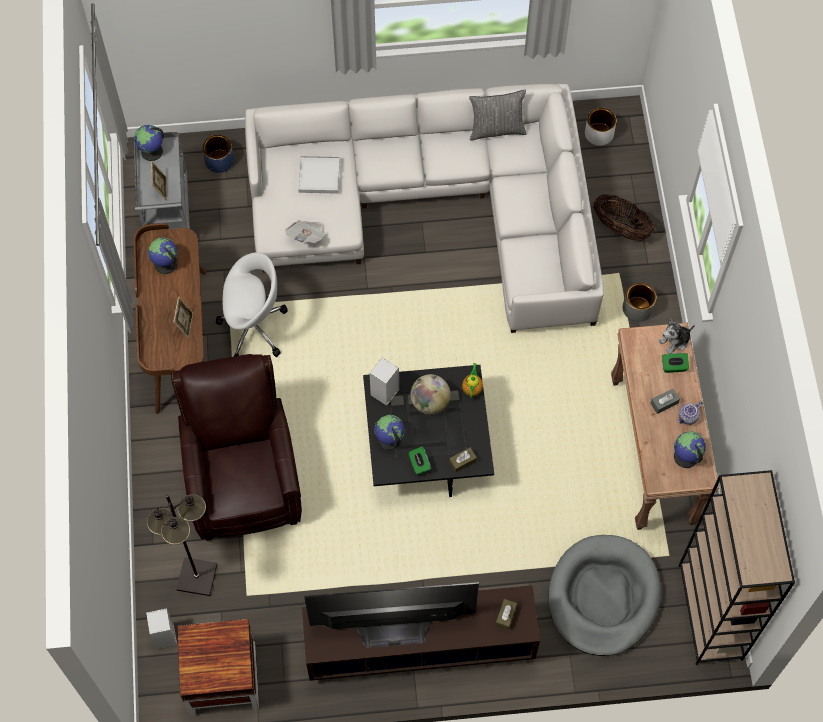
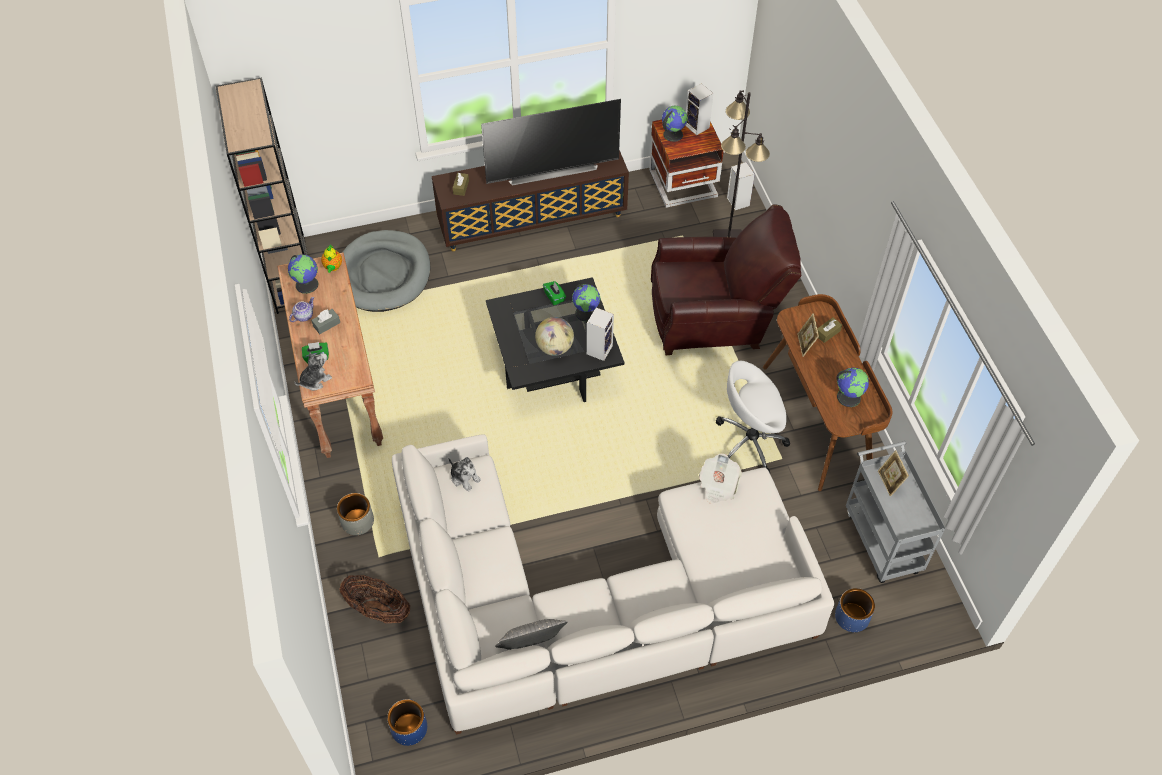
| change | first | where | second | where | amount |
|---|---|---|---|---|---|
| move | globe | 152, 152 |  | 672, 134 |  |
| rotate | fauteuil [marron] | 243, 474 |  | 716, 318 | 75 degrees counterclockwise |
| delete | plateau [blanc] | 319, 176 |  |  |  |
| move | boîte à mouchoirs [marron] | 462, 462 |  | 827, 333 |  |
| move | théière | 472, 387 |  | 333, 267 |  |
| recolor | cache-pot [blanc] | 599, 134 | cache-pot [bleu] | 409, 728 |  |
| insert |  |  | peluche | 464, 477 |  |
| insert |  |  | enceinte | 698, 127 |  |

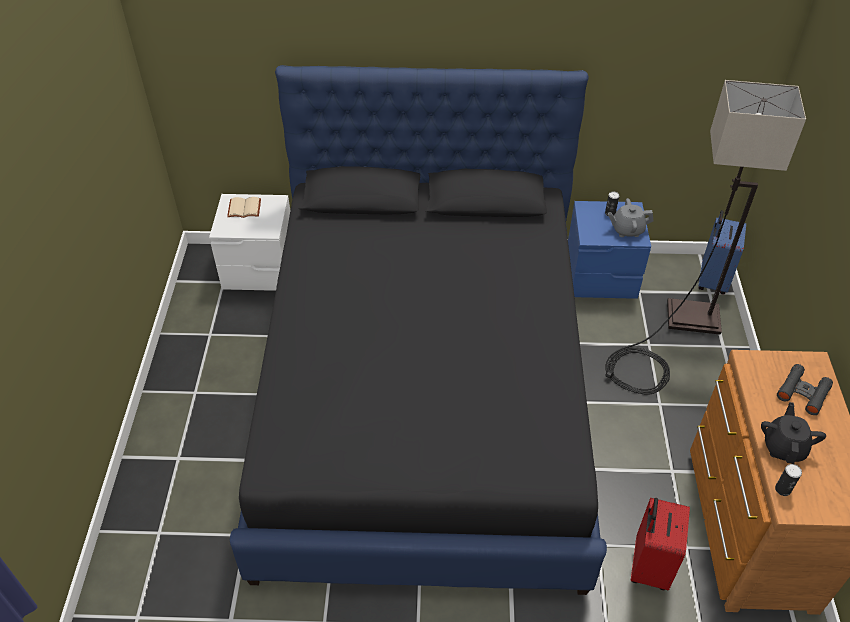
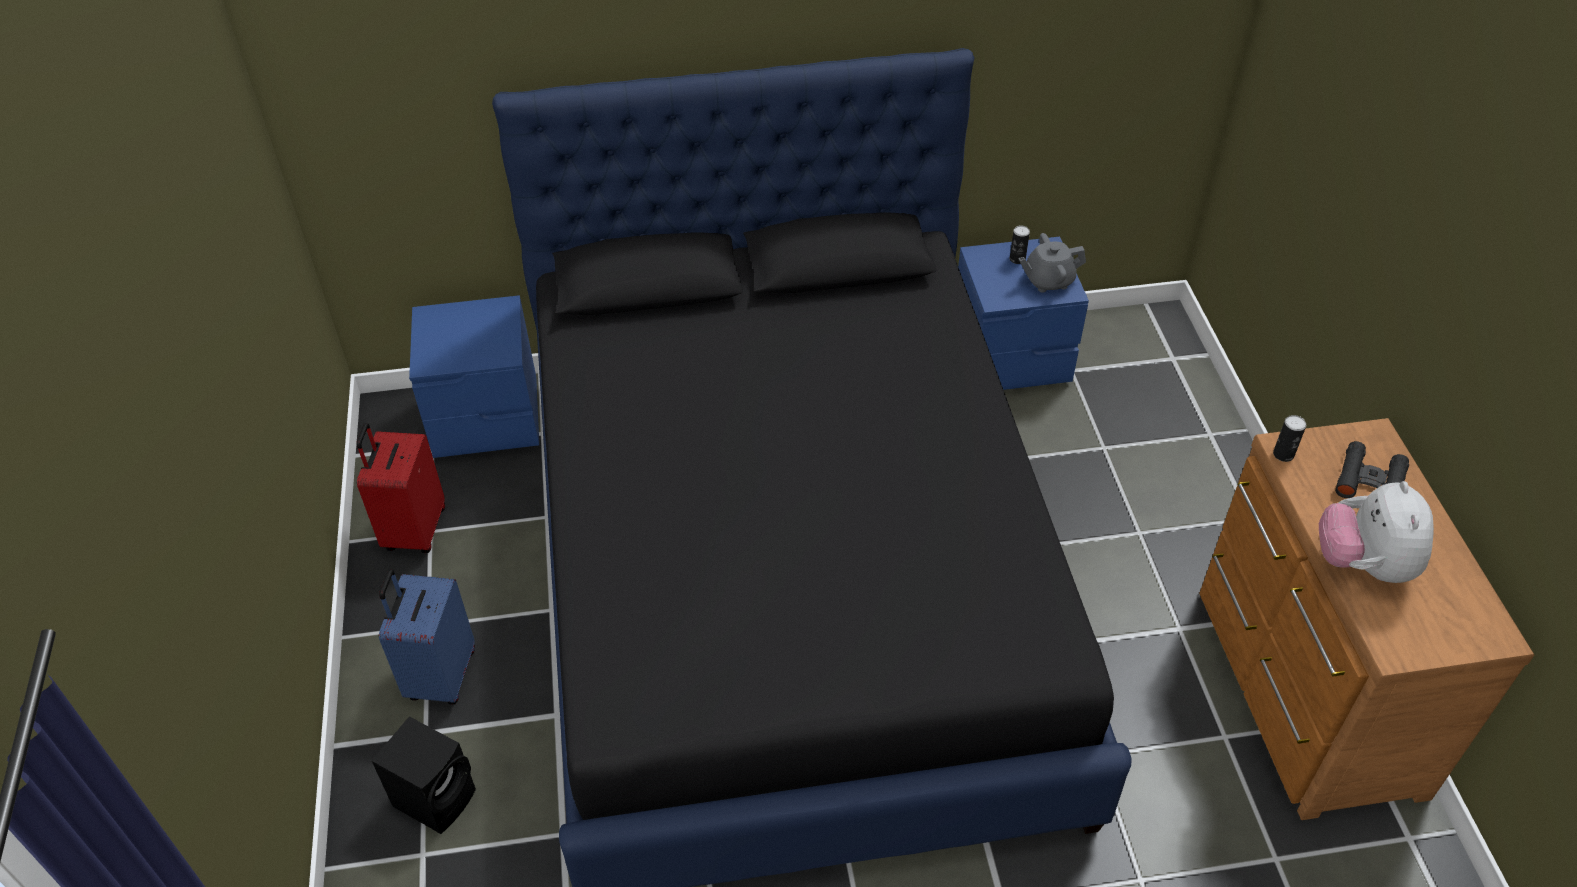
| change | first | where | second | where | amount |
|---|---|---|---|---|---|
| recolor | table de chevet [blanc] | 260, 269 | table de chevet [bleu] | 486, 417 |  |
| delete | livre [beige] | 243, 209 |  |  |  |
| delete | lampadaire | 662, 345 |  |  |  |
| move | valise [rouge] | 648, 566 |  | 414, 530 |  |
| move | valise [bleu] | 711, 280 |  | 440, 676 |  |
| replace | théière [noir] | 784, 447 | peluche | 1363, 564 |  |
| move | boîte métallique | 782, 489 |  | 1283, 454 |  |
| insert |  |  | enceinte [noir] | 437, 796 |  |

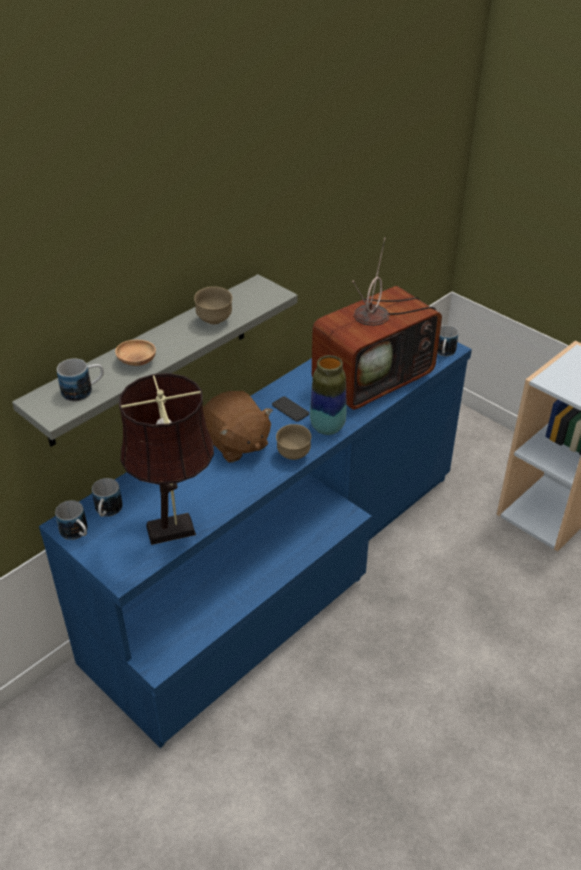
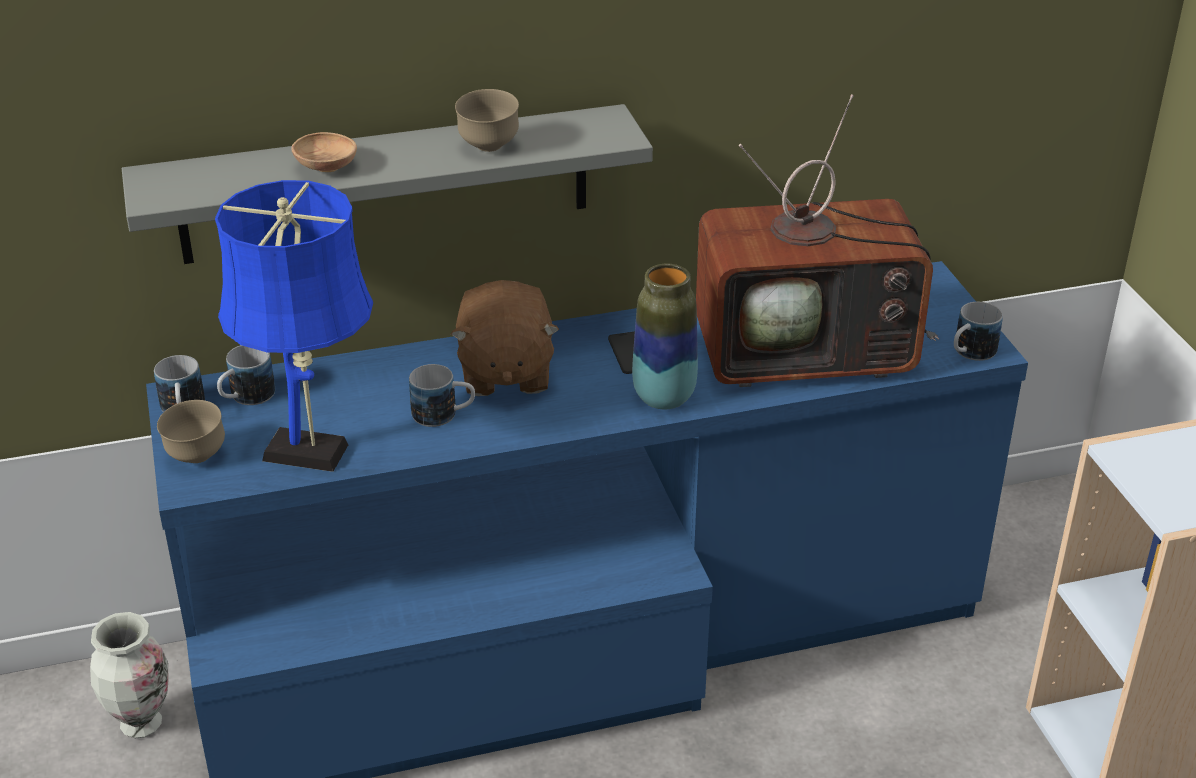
| change | first | where | second | where | amount |
|---|---|---|---|---|---|
| move | mug | 84, 391 |  | 444, 415 |  |
| recolor | lampe de table [marron] | 176, 529 | lampe de table [bleu] | 313, 454 |  |
| move | bol [marron] | 293, 456 |  | 196, 457 |  |
| insert |  |  | vase | 141, 724 |  |

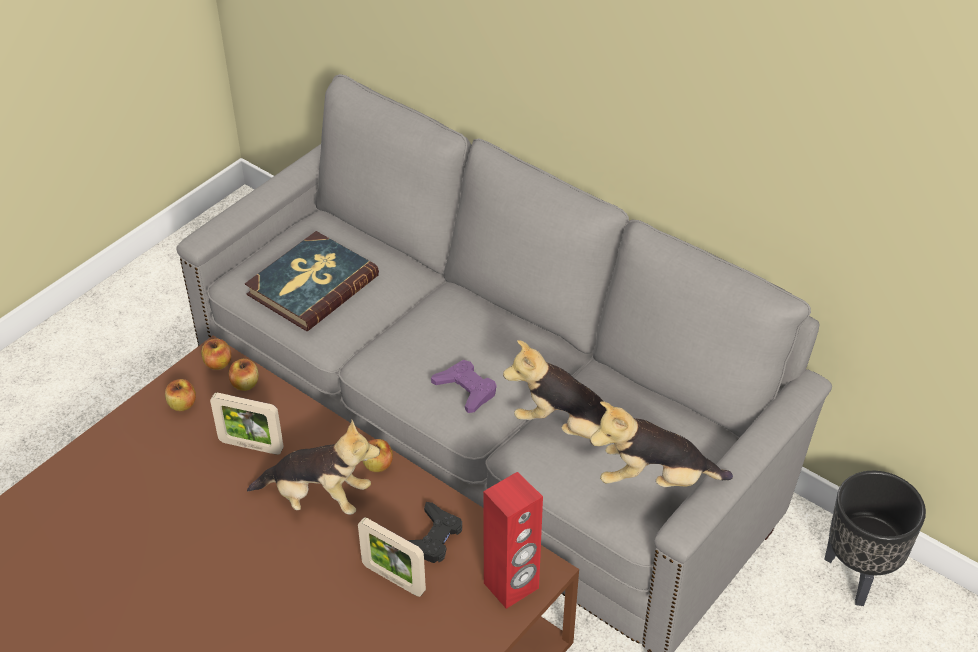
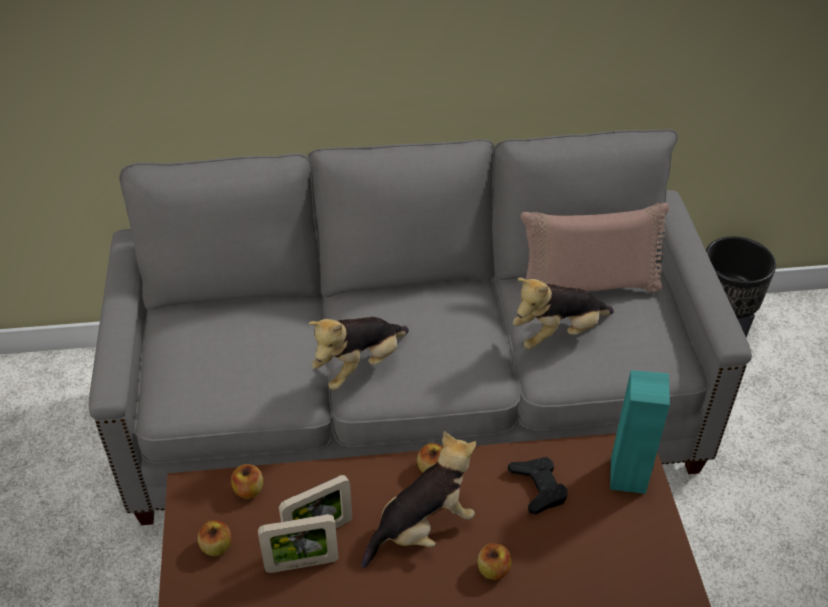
| change | first | where | second | where | amount |
|---|---|---|---|---|---|
| move | pomme | 218, 363 |  | 493, 570 |  |
| delete | livre | 312, 285 |  |  |  |
| move | cadre photo | 393, 579 |  | 301, 564 |  |
| delete | manette [violet] | 466, 390 |  |  |  |
| recolor | enceinte [rouge] | 511, 586 | enceinte [turquoise] | 628, 476 |  |
| move | peluche | 654, 479 |  | 359, 366 |  |
| insert |  |  | coussin [beige] | 588, 285 |  |

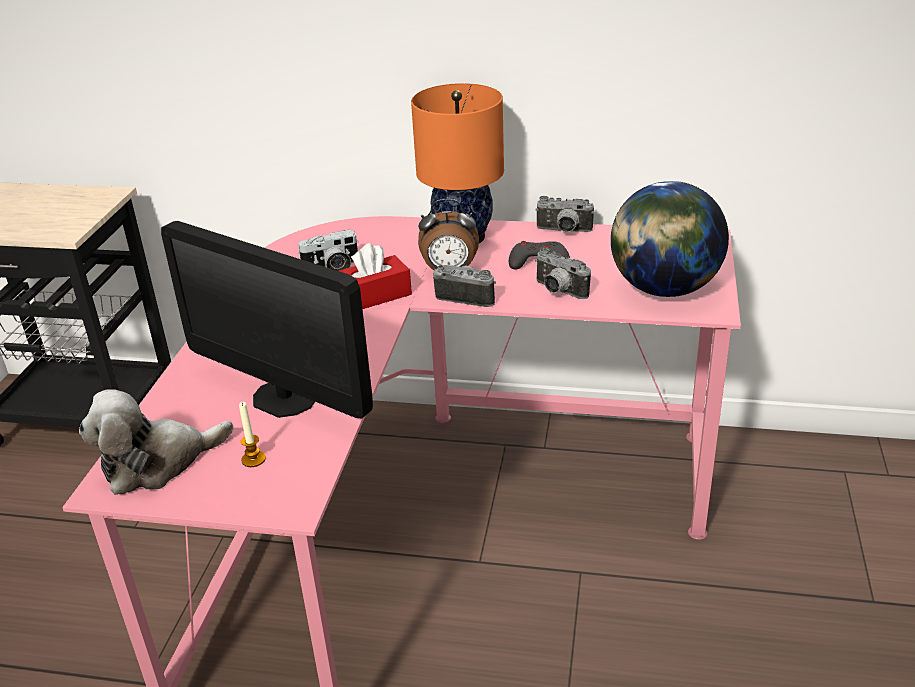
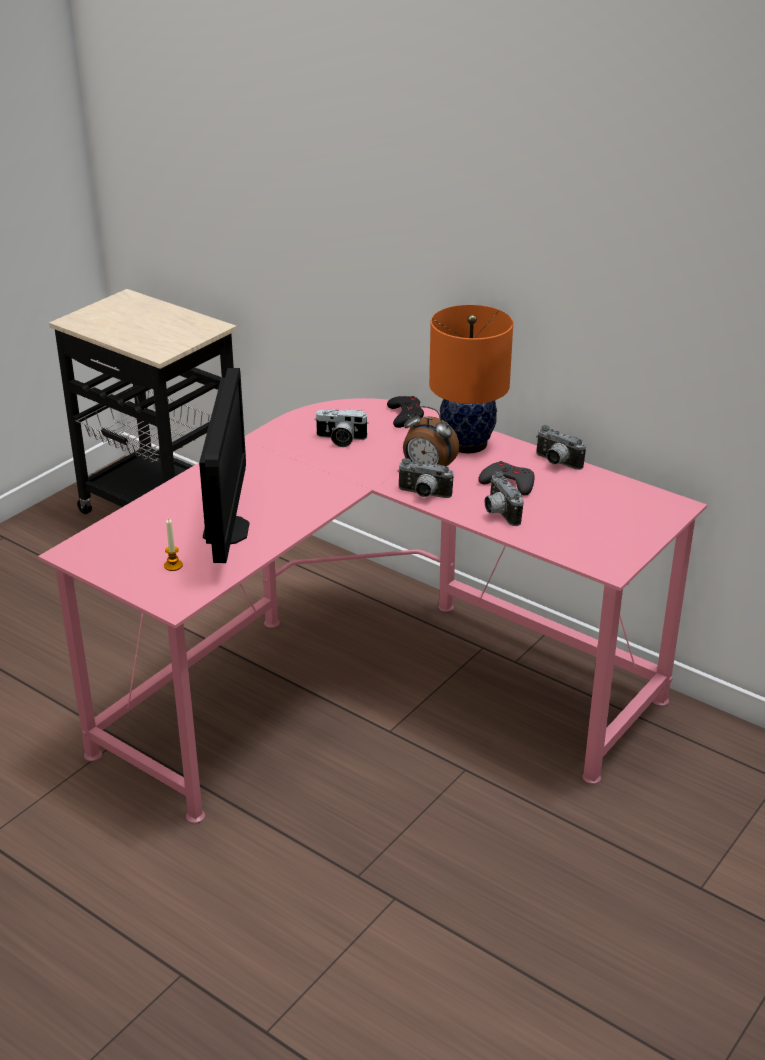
| change | first | where | second | where | amount |
|---|---|---|---|---|---|
| delete | peluche | 157, 463 |  |  |  |
| rotate | écran d'ordinateur | 285, 398 |  | 226, 530 | 150 degrees counterclockwise |
| delete | boîte à mouchoirs [rouge] | 374, 296 |  |  |  |
| rotate | appareil photo | 467, 296 |  | 423, 495 | 150 degrees clockwise |
| delete | globe | 664, 289 |  |  |  |
| insert |  |  | manette [noir] | 405, 416 |  |

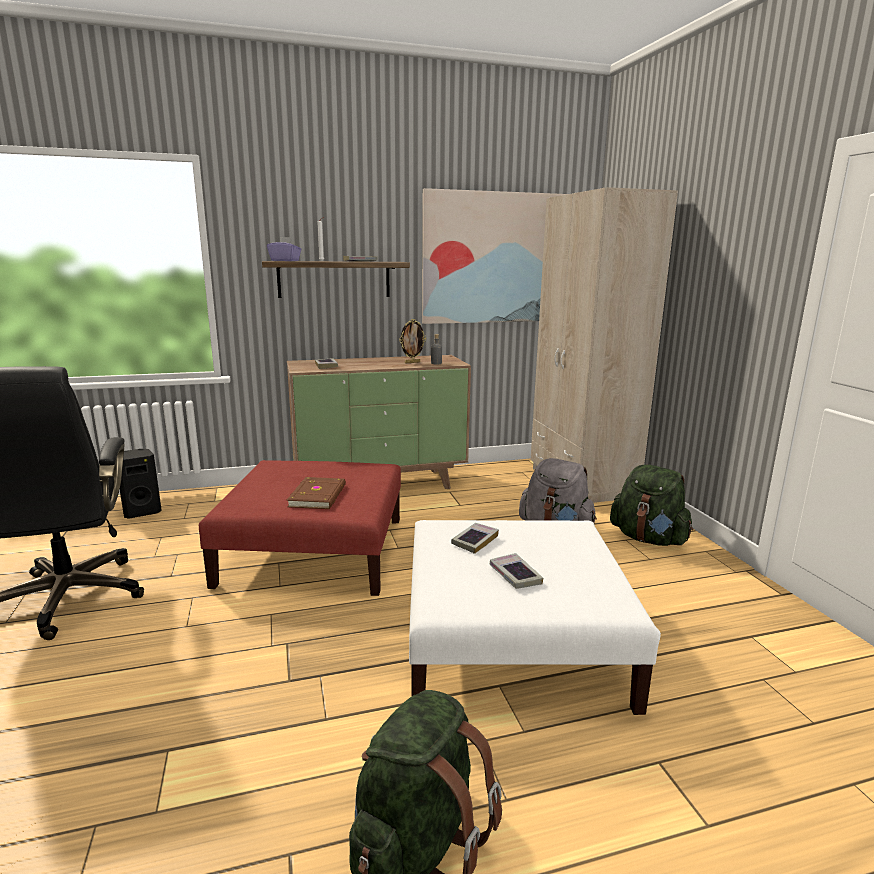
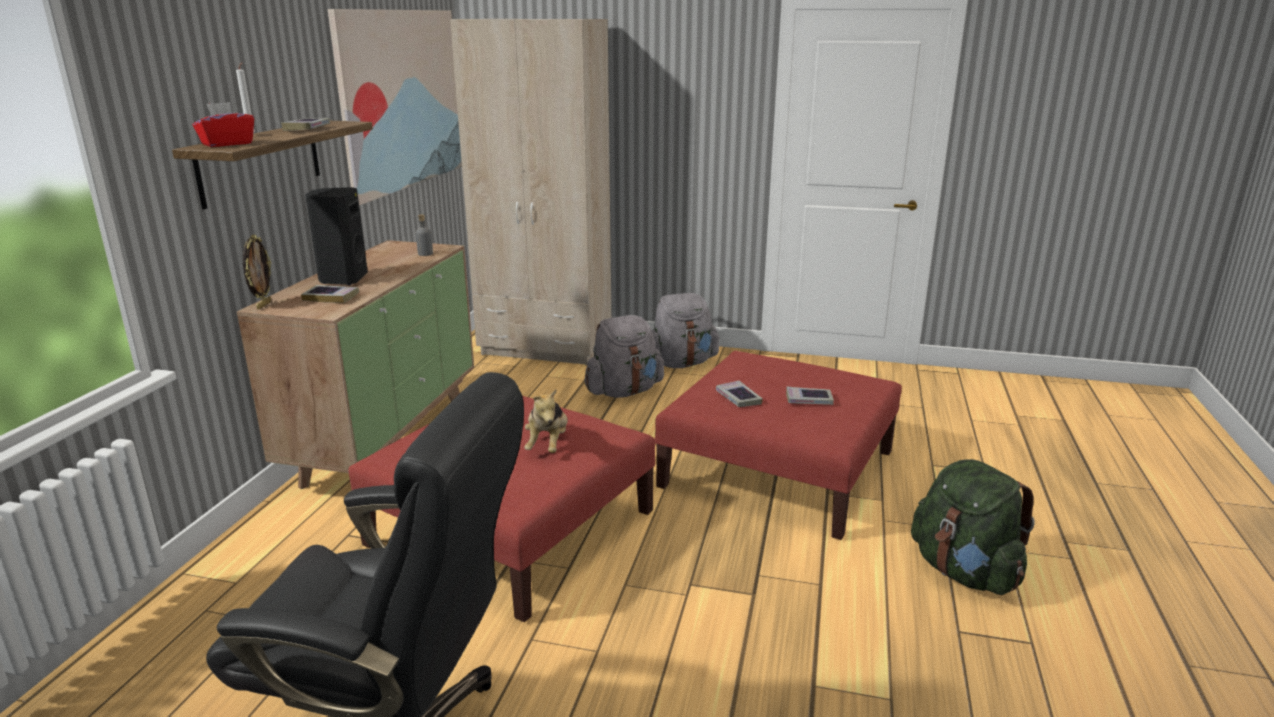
| change | first | where | second | where | amount |
|---|---|---|---|---|---|
| move | enceinte [noir] | 142, 512 |  | 342, 279 |  |
| recolor | boîte à mouchoirs [violet] | 285, 261 | boîte à mouchoirs [rouge] | 227, 144 |  |
| replace | livre [marron] | 319, 496 | peluche | 548, 445 |  |
| move | cadre photo | 412, 362 |  | 263, 305 |  |
| recolor | pouf [blanc] | 514, 643 | pouf [rouge] | 779, 469 |  |
| recolor | sac à dos [vert] | 648, 539 | sac à dos [gris] | 681, 363 |  |

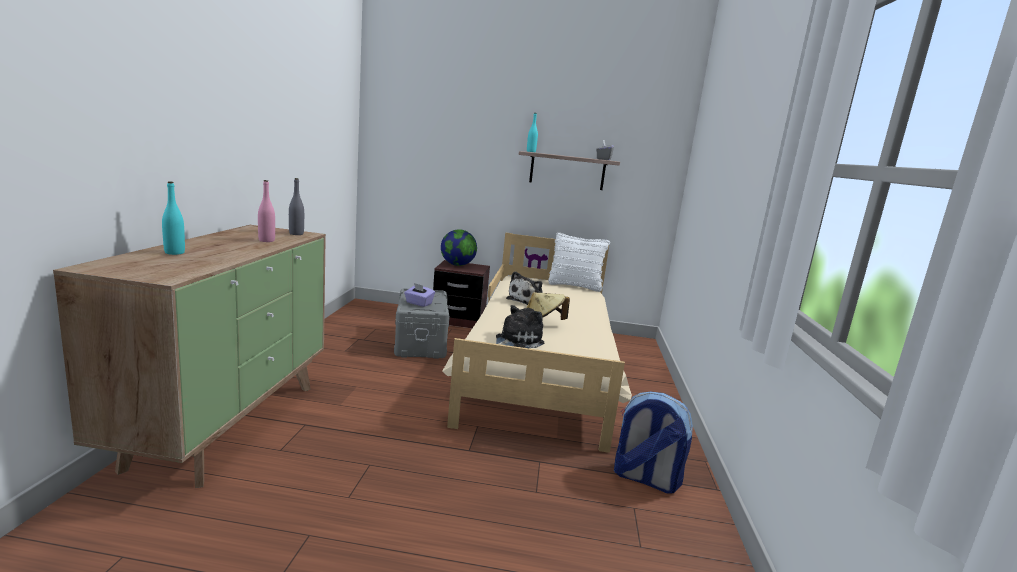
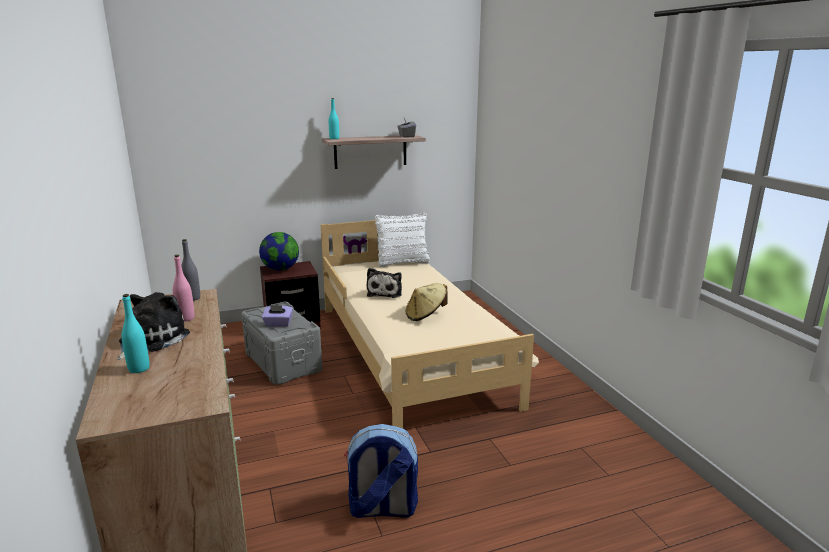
| change | first | where | second | where | amount |
|---|---|---|---|---|---|
| move | peluche | 516, 341 |  | 150, 340 |  |
| move | sac à dos | 644, 478 |  | 382, 509 |  |

